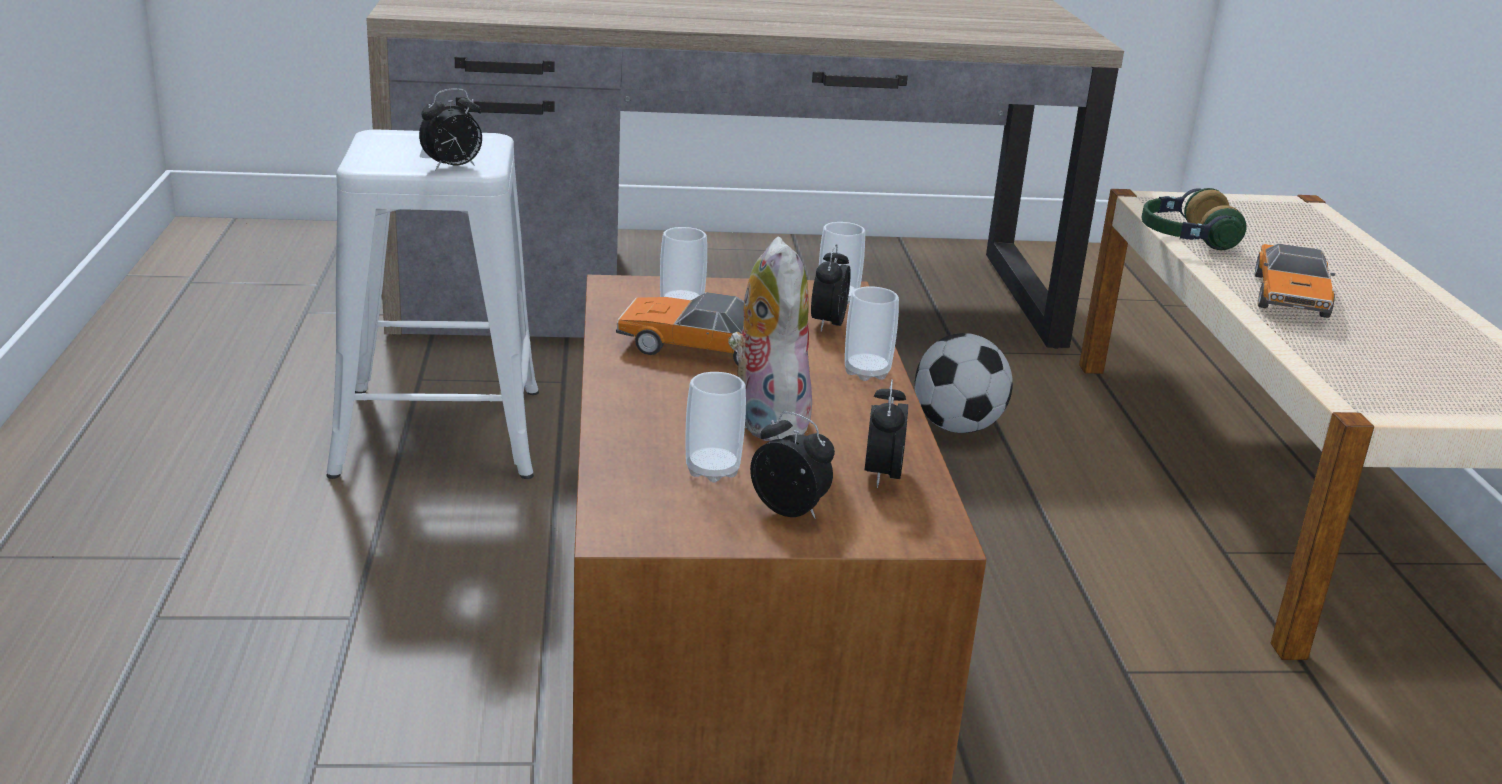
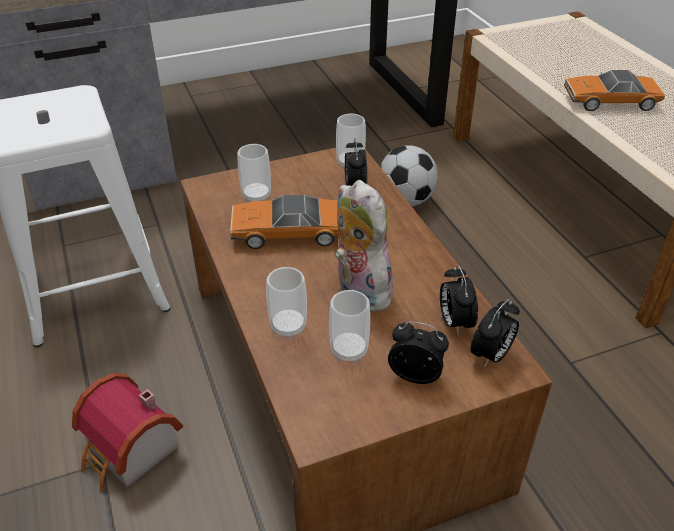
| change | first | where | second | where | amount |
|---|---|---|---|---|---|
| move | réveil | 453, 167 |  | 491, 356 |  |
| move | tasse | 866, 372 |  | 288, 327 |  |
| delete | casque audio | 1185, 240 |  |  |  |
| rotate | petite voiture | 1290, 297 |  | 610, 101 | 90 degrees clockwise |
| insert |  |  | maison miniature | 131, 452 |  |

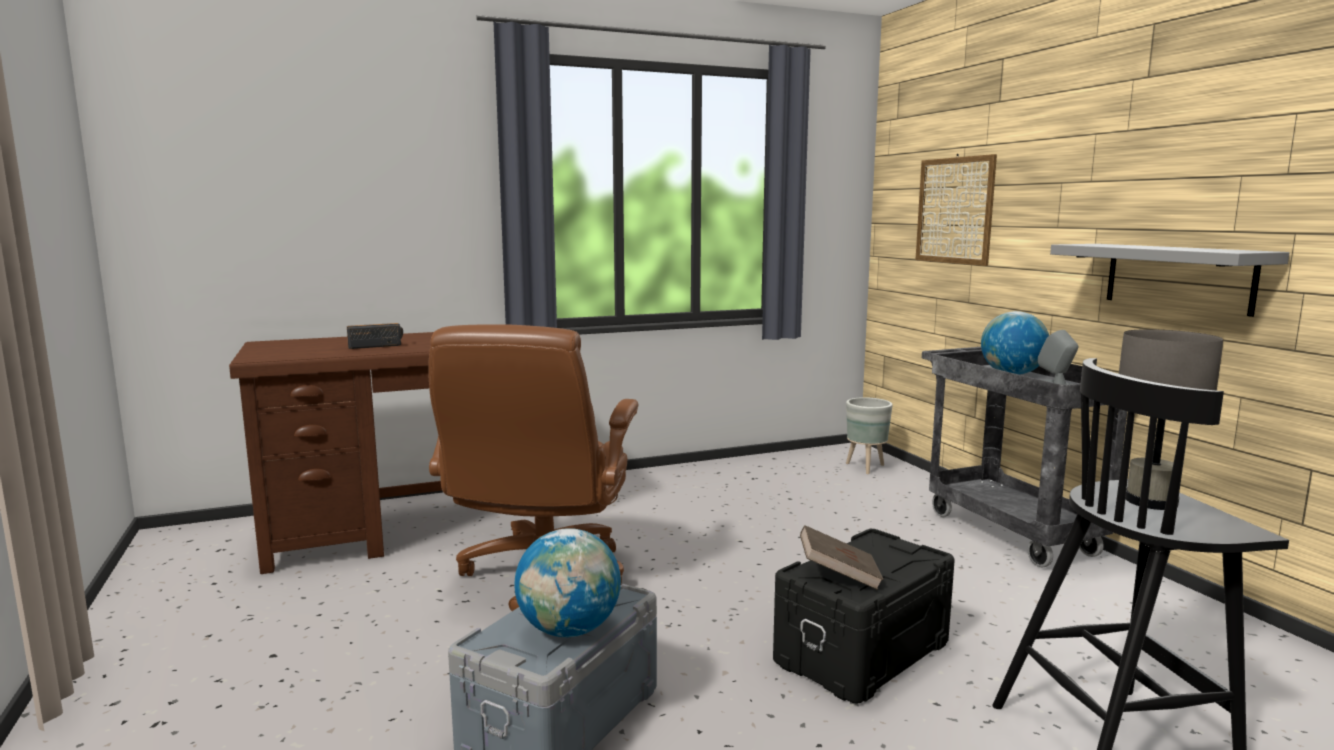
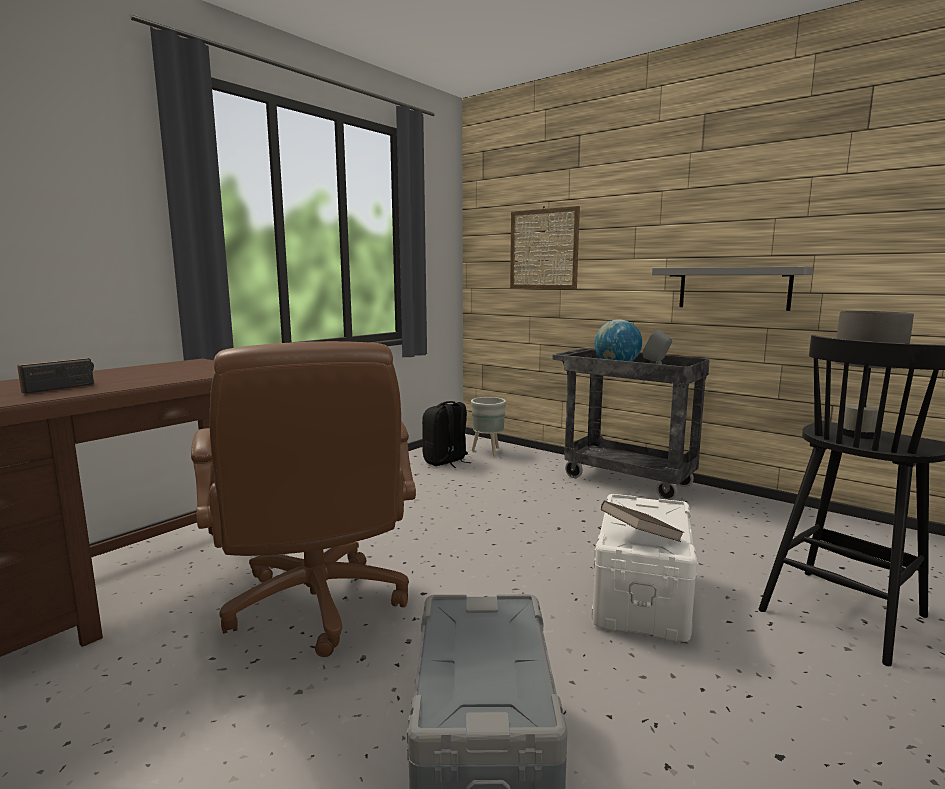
| change | first | where | second | where | amount |
|---|---|---|---|---|---|
| delete | globe | 569, 630 |  |  |  |
| recolor | boîte de rangement [noir] | 864, 653 | boîte de rangement [blanc] | 643, 597 |  |
| insert |  |  | sac à dos [noir] | 446, 461 |  |

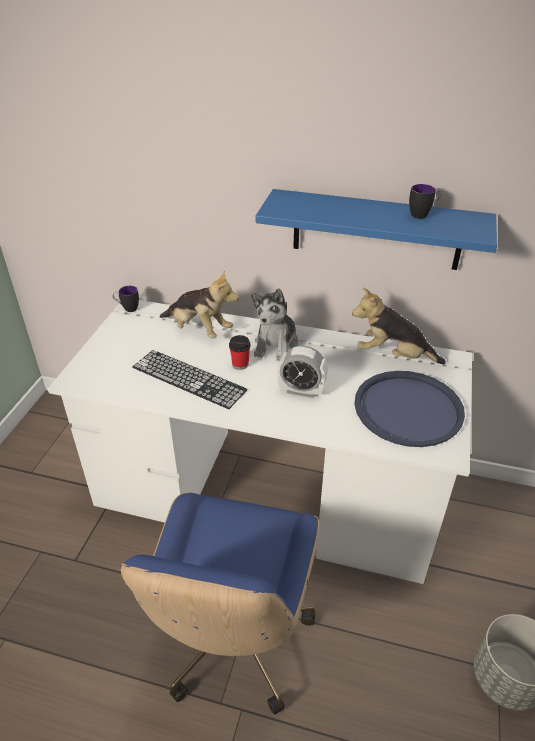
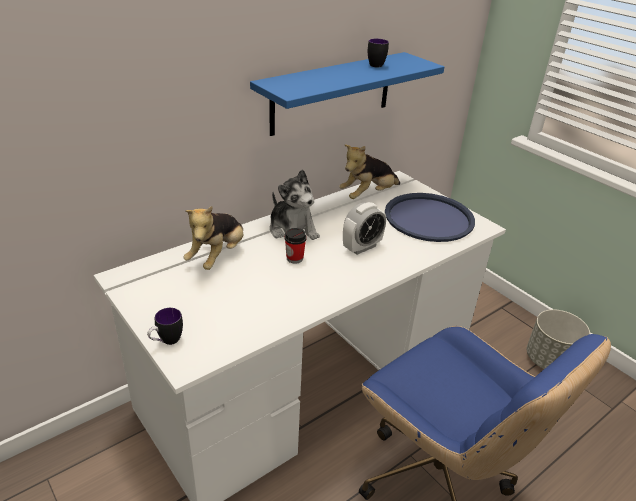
| change | first | where | second | where | amount |
|---|---|---|---|---|---|
| move | mug | 127, 308 |  | 166, 341 |  |
| delete | clavier | 188, 378 |  |  |  |
| rotate | peluche | 199, 330 |  | 217, 256 | 135 degrees clockwise |

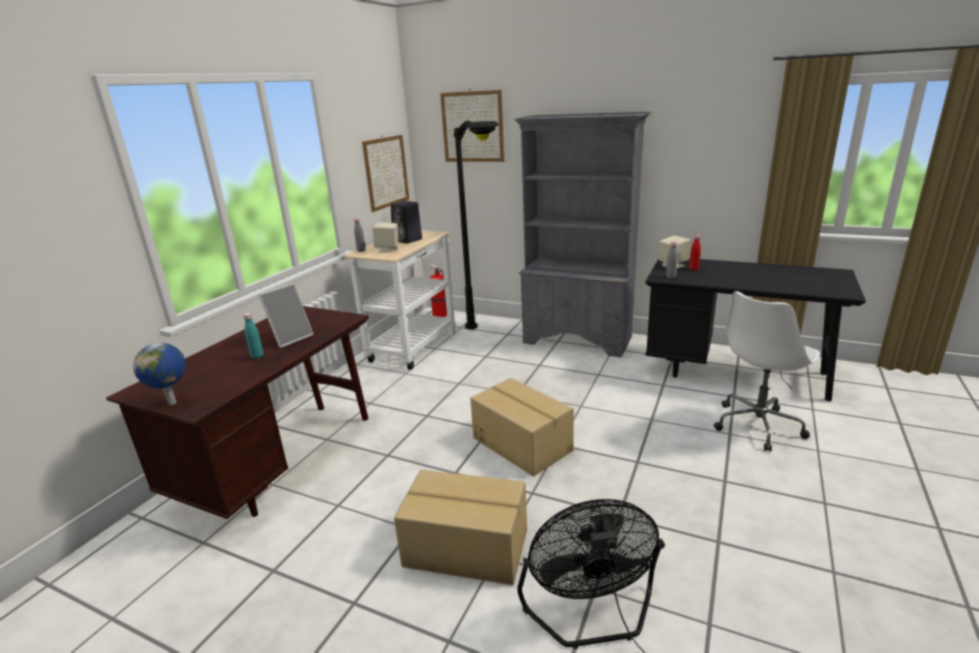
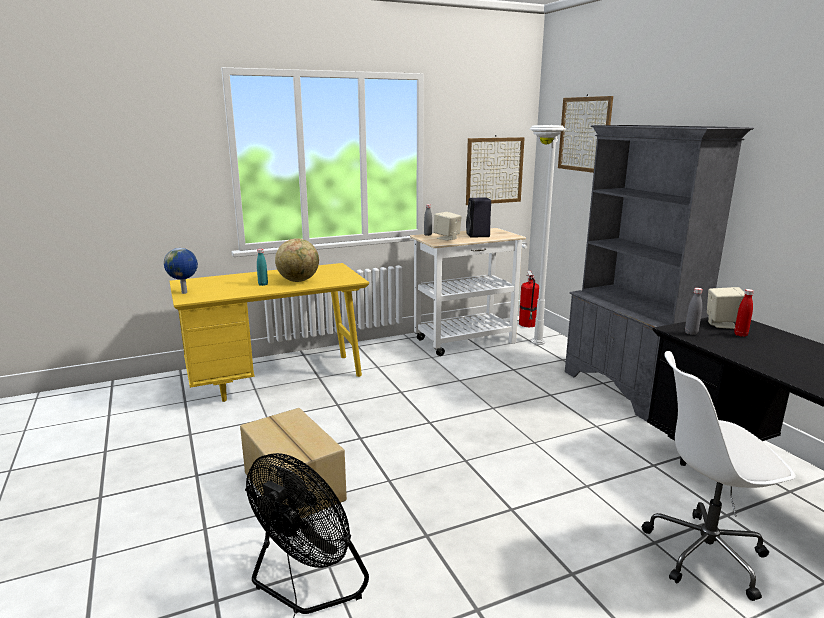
| change | first | where | second | where | amount |
|---|---|---|---|---|---|
| recolor | bureau [marron] | 282, 462 | bureau [jaune] | 277, 379 |  |
| replace | cadre photo | 290, 338 | globe | 298, 280 |  |
| recolor | lampadaire [noir] | 487, 342 | lampadaire [blanc] | 532, 359 |  |
| delete | carton | 522, 443 |  |  |  |

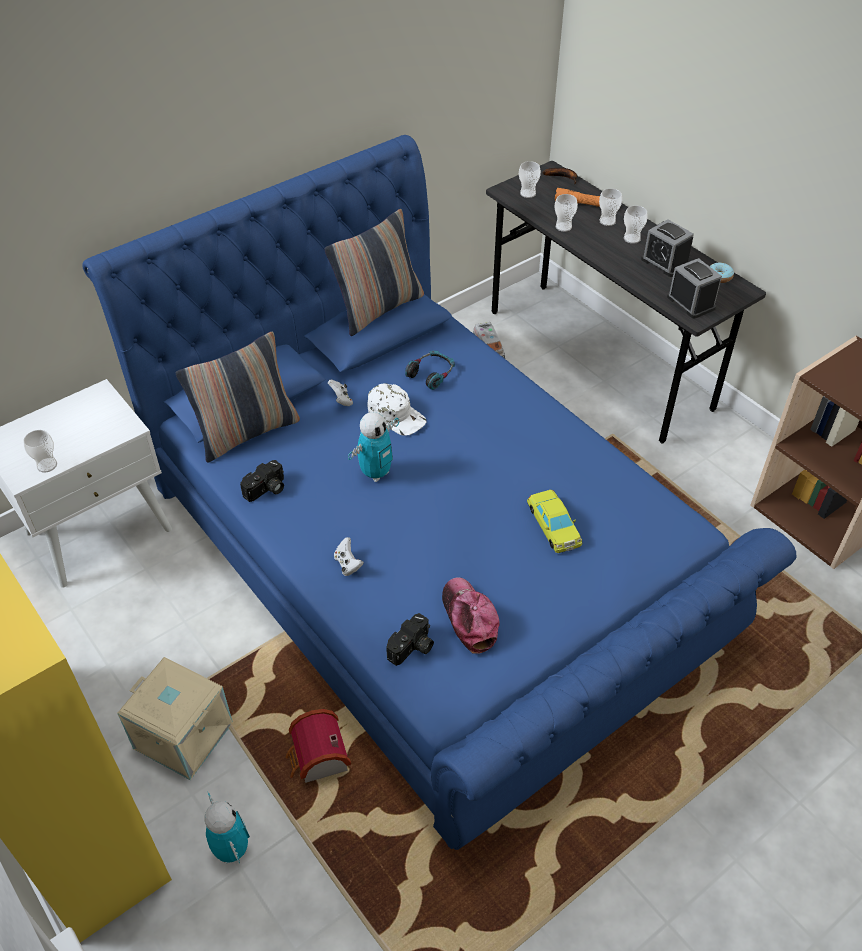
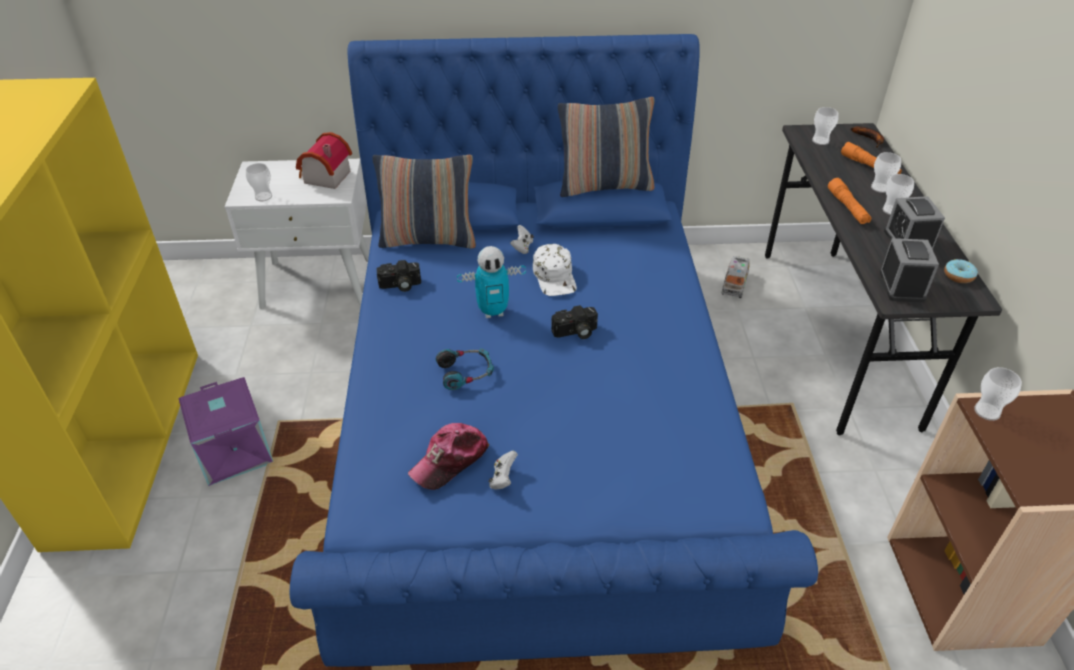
| change | first | where | second | where | amount |
|---|---|---|---|---|---|
| recolor | boîte de rangement [beige] | 185, 734 | boîte de rangement [violet] | 236, 451 |  |
| delete | robot jouet | 232, 850 |  |  |  |
| move | maison miniature | 318, 761 |  | 324, 177 |  |
| move | manette [blanc] | 348, 564 |  | 503, 479 |  |
| move | appareil photo | 412, 648 |  | 575, 333 |  |
| move | casque audio | 431, 374 |  | 466, 373 |  |
| rotate | casquette | 469, 618 |  | 450, 460 | 150 degrees counterclockwise |
| delete | petite voiture [jaune] | 554, 525 |  |  |  |
| move | tasse | 563, 227 |  | 987, 411 |  |
| insert |  |  | lampe de poche [orange] | 847, 207 |  |

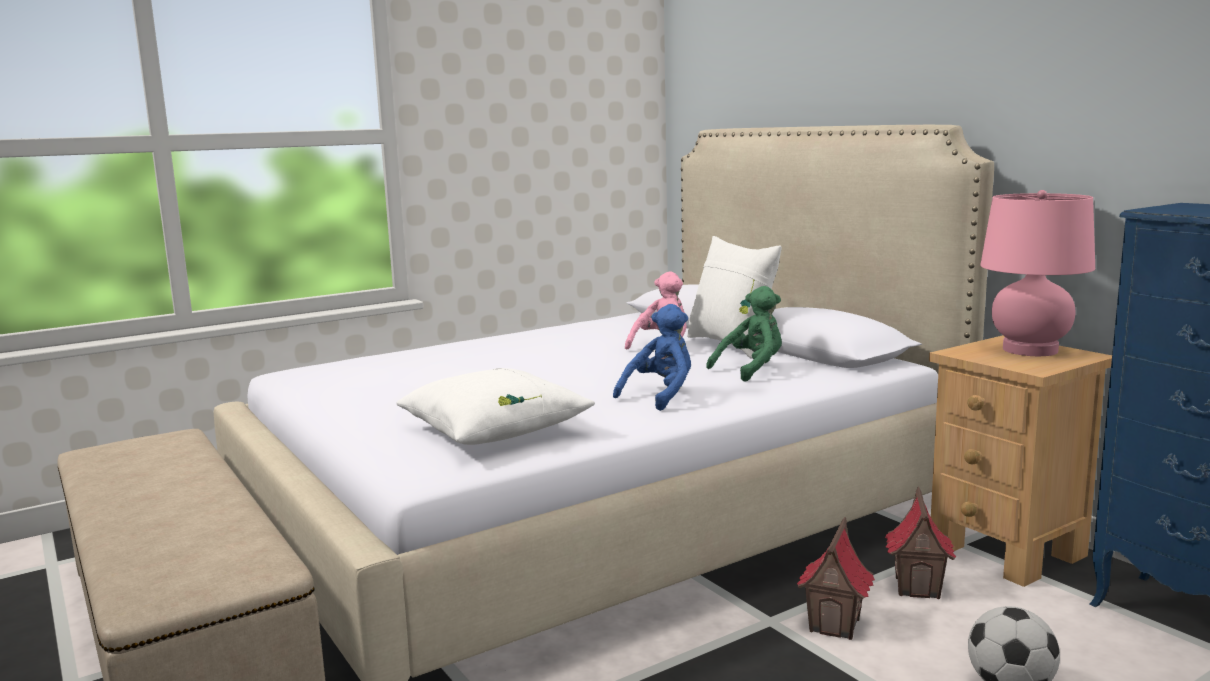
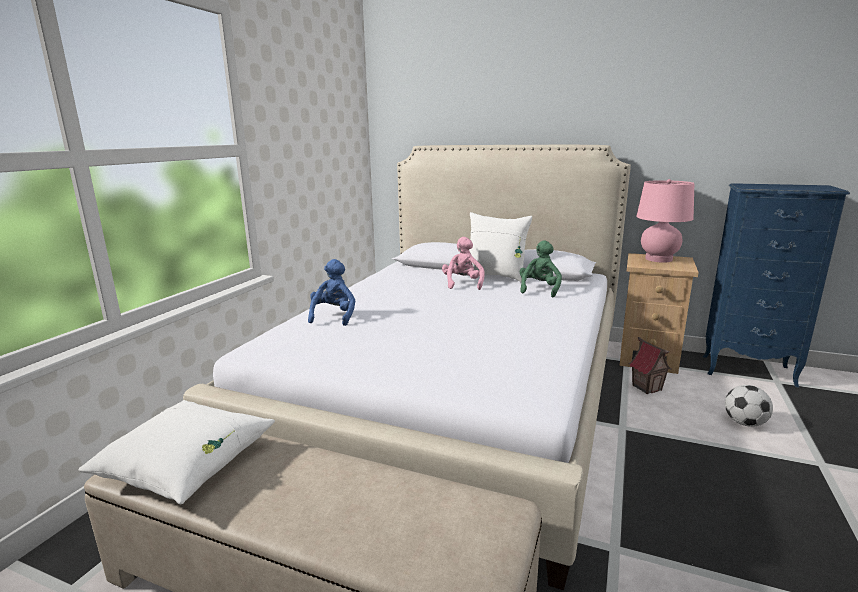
| change | first | where | second | where | amount |
|---|---|---|---|---|---|
| move | coussin [blanc] | 494, 431 |  | 186, 466 |  |
| move | peluche [bleu] | 660, 396 |  | 334, 316 |  |
| delete | maison miniature | 835, 625 |  |  |  |

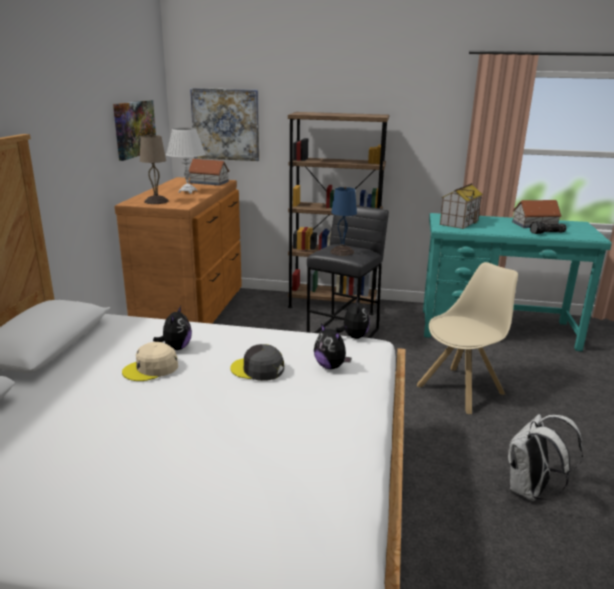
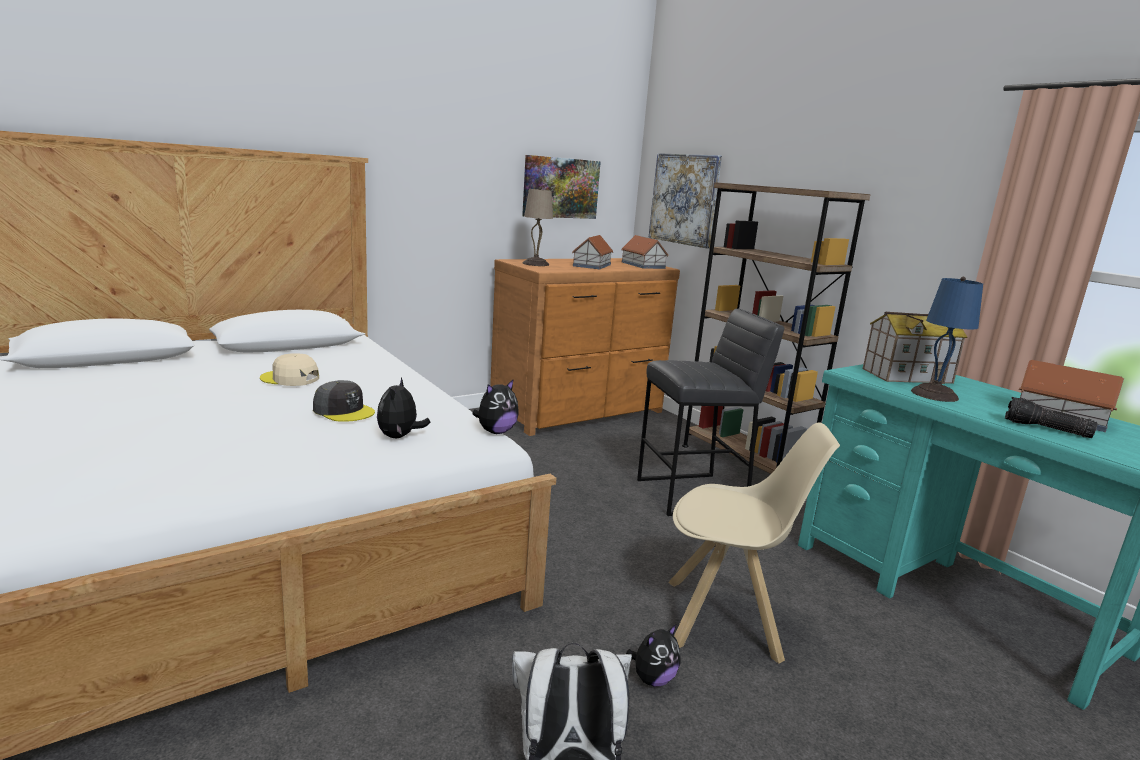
| change | first | where | second | where | amount |
|---|---|---|---|---|---|
| move | peluche | 176, 348 |  | 652, 679 |  |
| replace | lampe de table [blanc] | 188, 191 | maison miniature | 592, 265 |  |
| rotate | casquette [gris] | 257, 369 |  | 344, 410 | 150 degrees clockwise |
| move | lampe de table [bleu] | 341, 252 |  | 933, 394 |  |

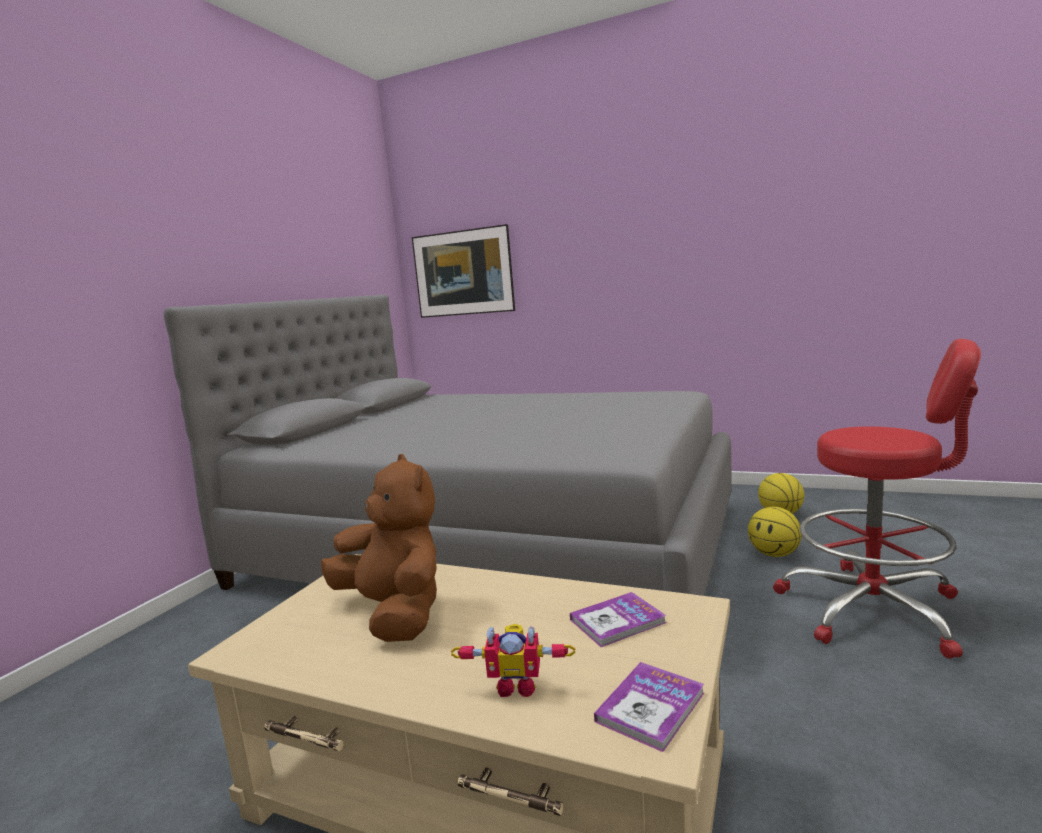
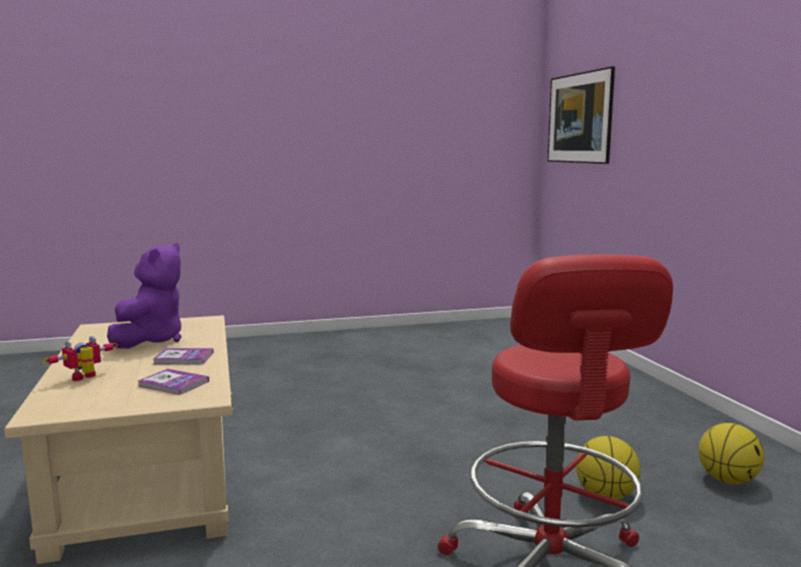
| change | first | where | second | where | amount |
|---|---|---|---|---|---|
| delete | lit [gris] | 492, 544 |  |  |  |
| recolor | peluche [marron] | 395, 613 | peluche [violet] | 151, 340 |  |
| rotate | robot jouet | 516, 685 |  | 85, 378 | 75 degrees clockwise |
| move | livre | 650, 707 |  | 184, 358 |  |

